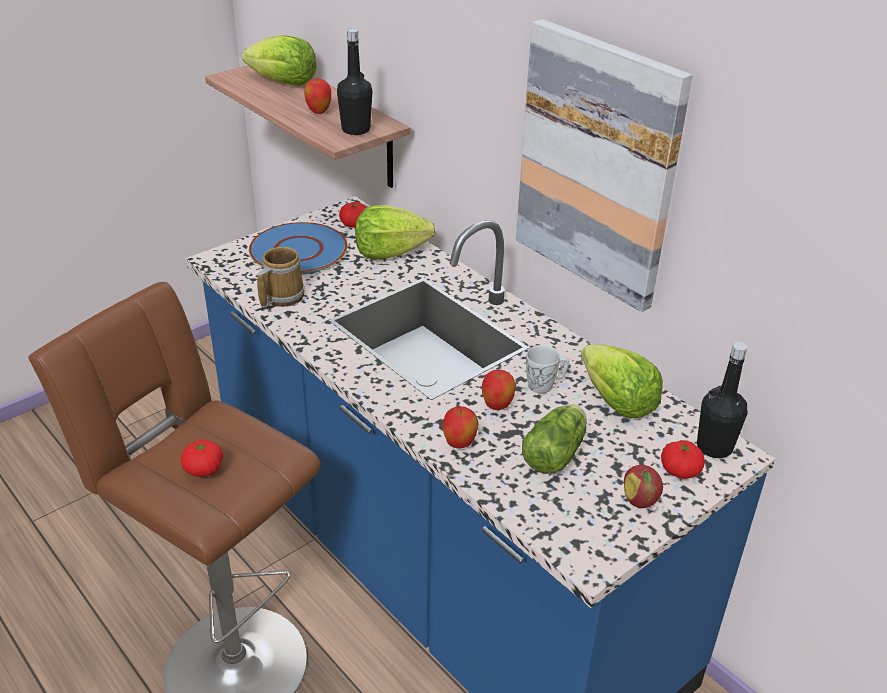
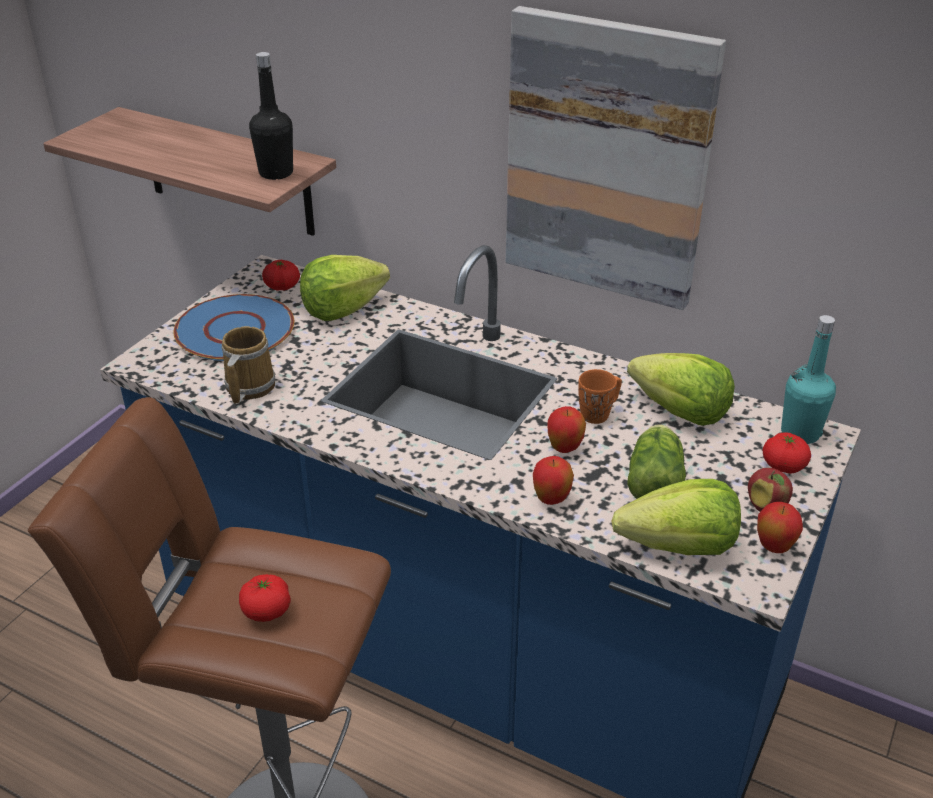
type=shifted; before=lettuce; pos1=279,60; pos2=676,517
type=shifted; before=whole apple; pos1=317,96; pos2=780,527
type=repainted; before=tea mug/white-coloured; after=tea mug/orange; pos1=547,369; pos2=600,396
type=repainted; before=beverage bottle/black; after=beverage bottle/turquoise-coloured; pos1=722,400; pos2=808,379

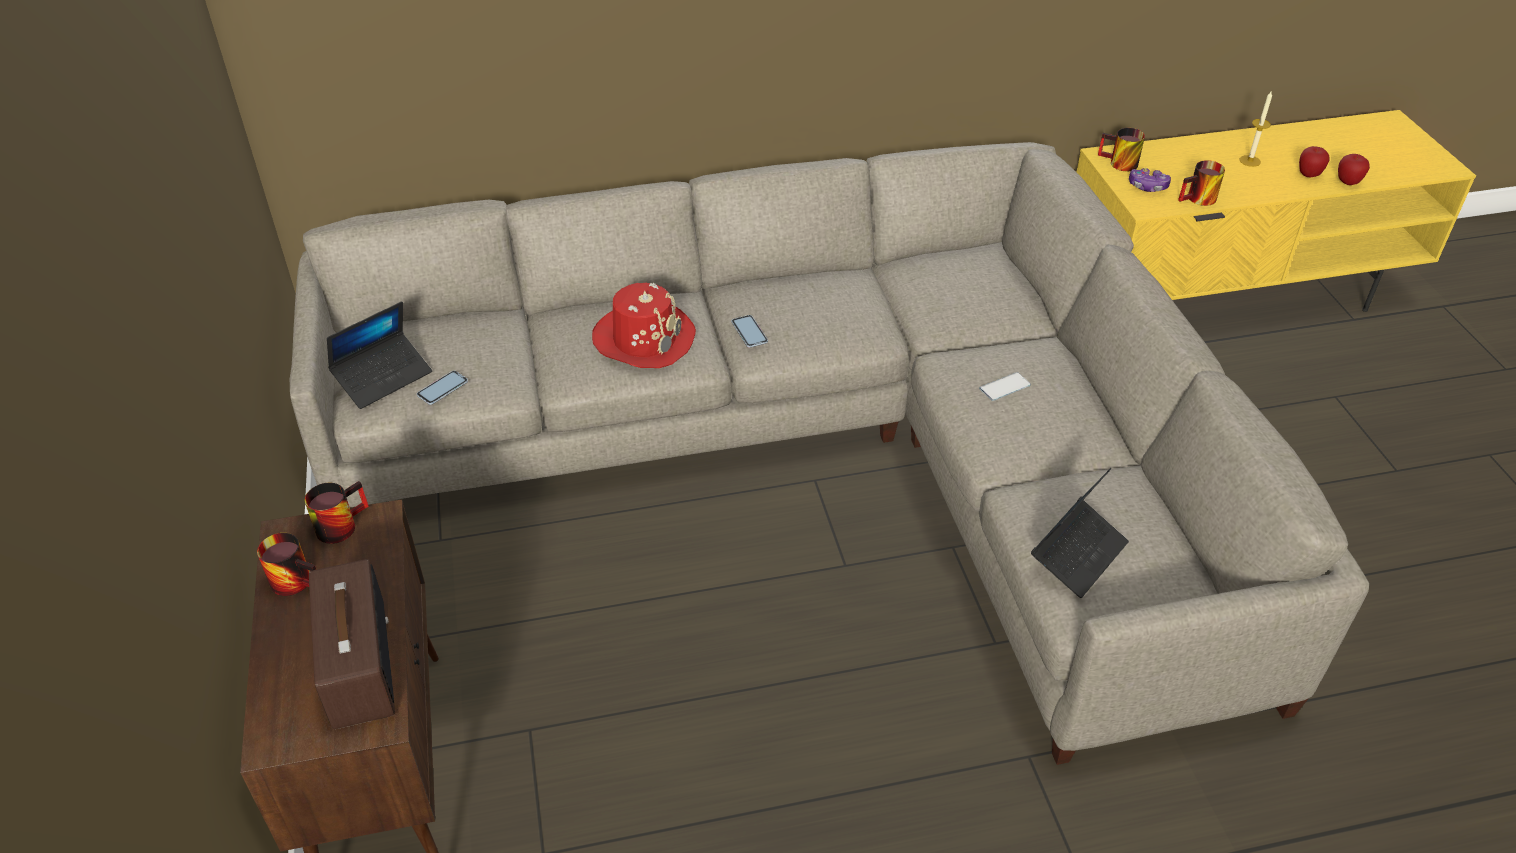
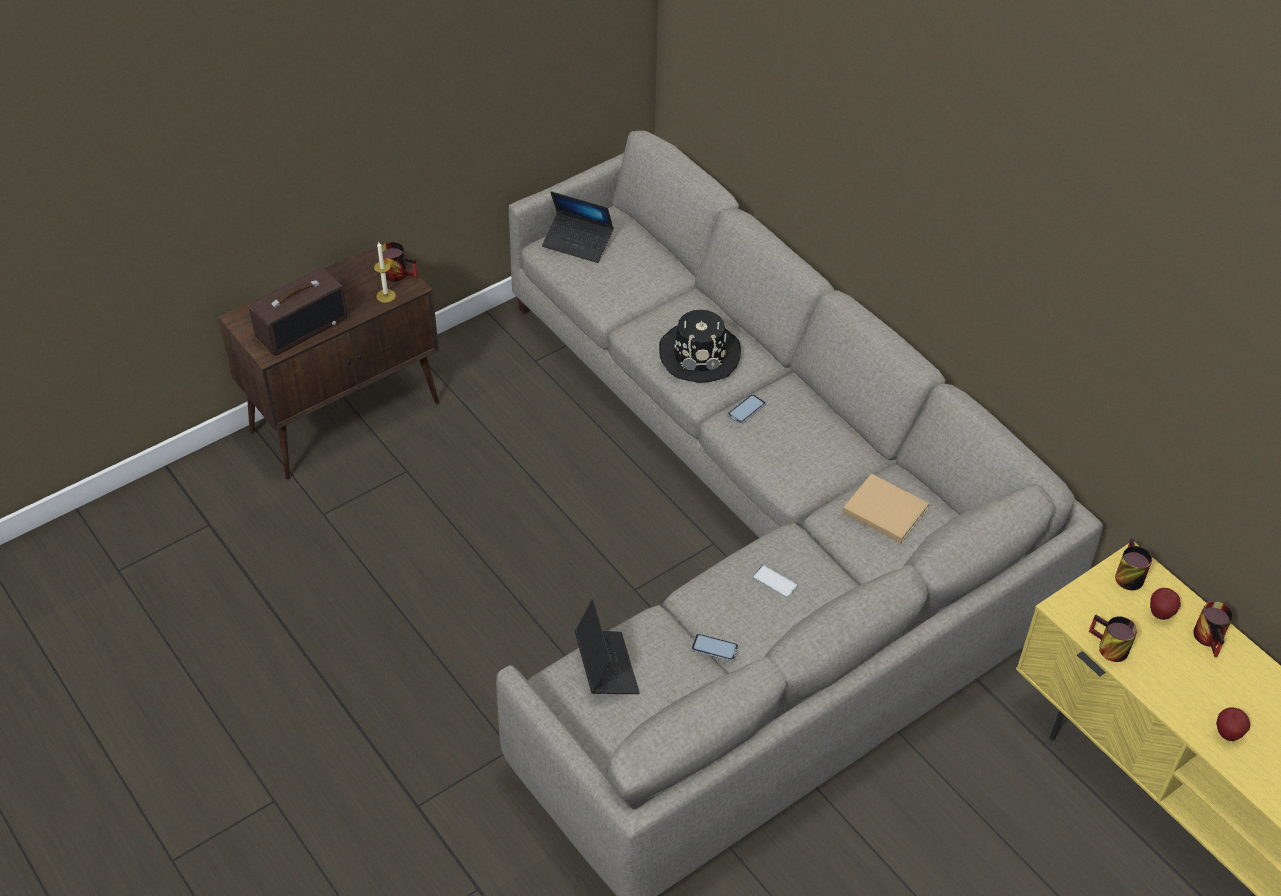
type=shifted; before=tea mug; pos1=286,564; pos2=1213,629
type=shifted; before=phone; pos1=442,388; pos2=715,647
type=repainted; before=clothing hat/red; after=clothing hat/black; pos1=644,325; pos2=700,346
type=rotated; before=notebook computer; pos1=1080,533; pos2=607,646; turn=-120
type=gone; before=game controller; pos1=1150,180
type=shifted; before=wax light; pos1=1256,129; pos2=385,272
type=shifted; before=whole apple; pos1=1354,169; pos2=1165,604
type=new; after=bound book/beige; pos2=886,508

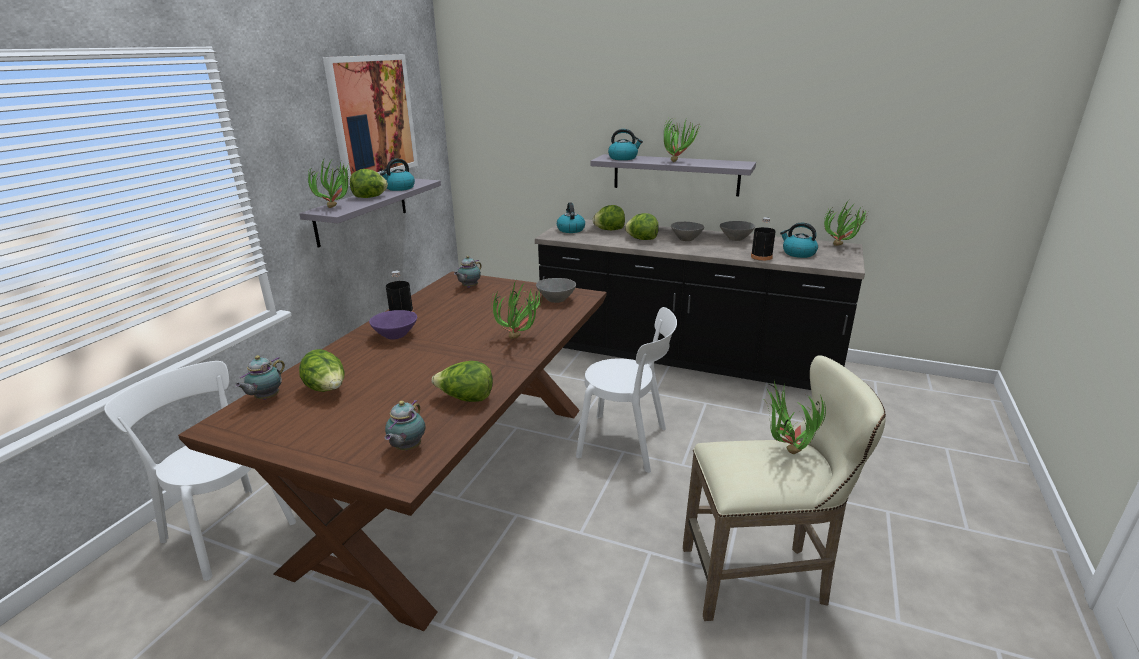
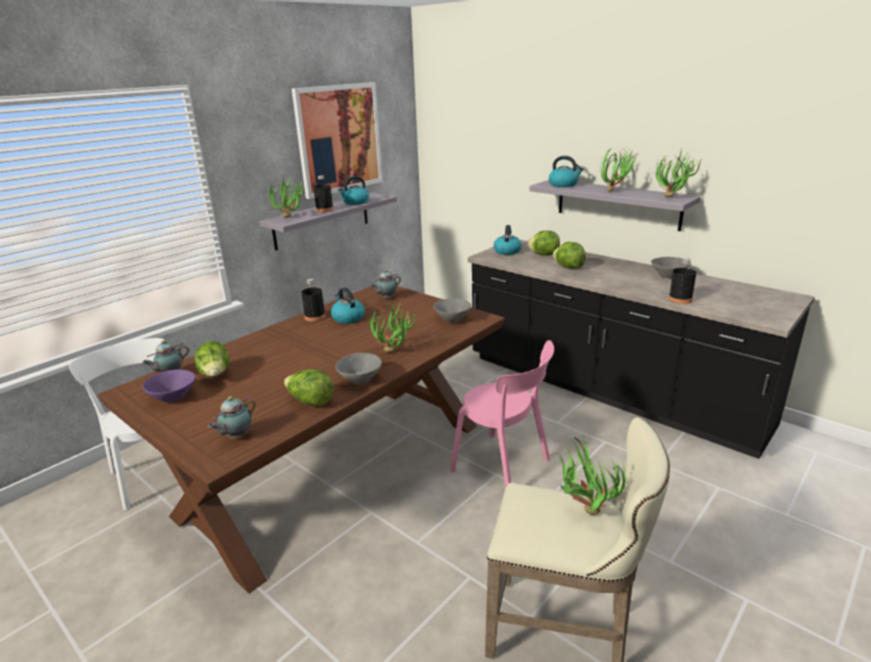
type=swapped; before=lettuce; after=beverage bottle/black; pos1=369,183; pos2=323,193
type=shifted; before=serving bowl/purplish; pos1=393,325; pos2=168,386
type=repainted; before=plain chair/white-coloured; after=plain chair/pink; pos1=626,390; pos2=502,413
type=shifted; before=serving bowl/greyish; pos1=687,231; pos2=358,369
type=shifted; before=tea kettle; pos1=799,240; pos2=348,305
type=shifted; before=houseplant; pos1=846,223; pos2=678,173

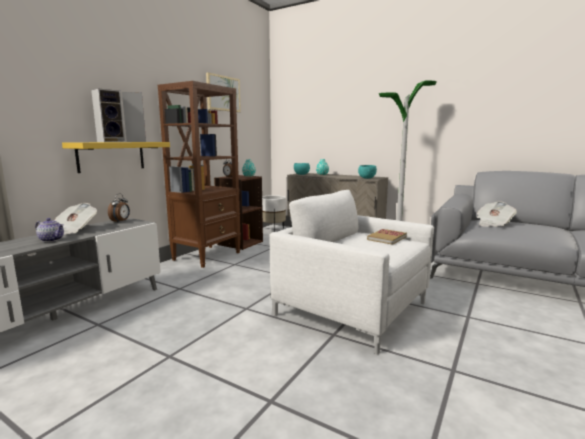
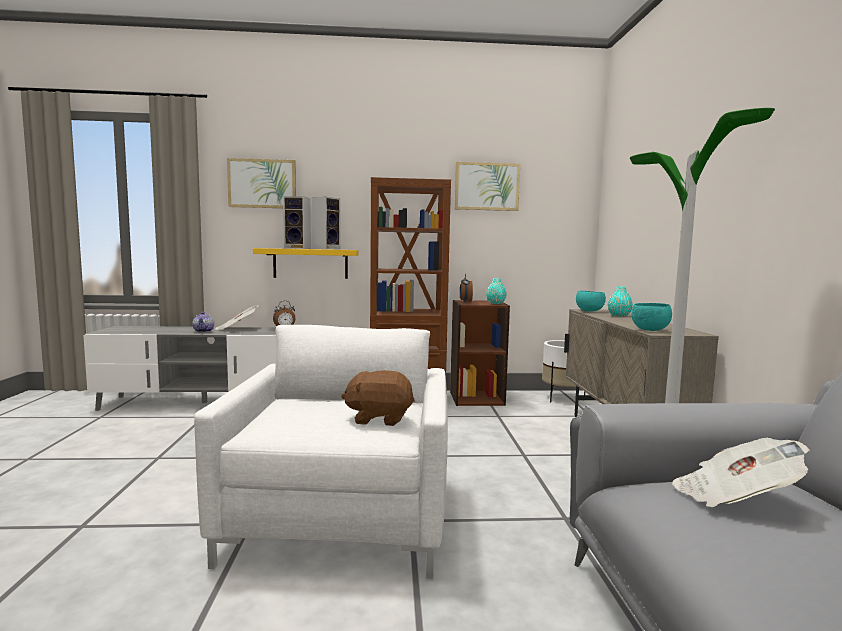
type=swapped; before=bound book; after=soft toy/brownish; pos1=387,237; pos2=378,398
type=new; after=wall picture; pos2=261,183

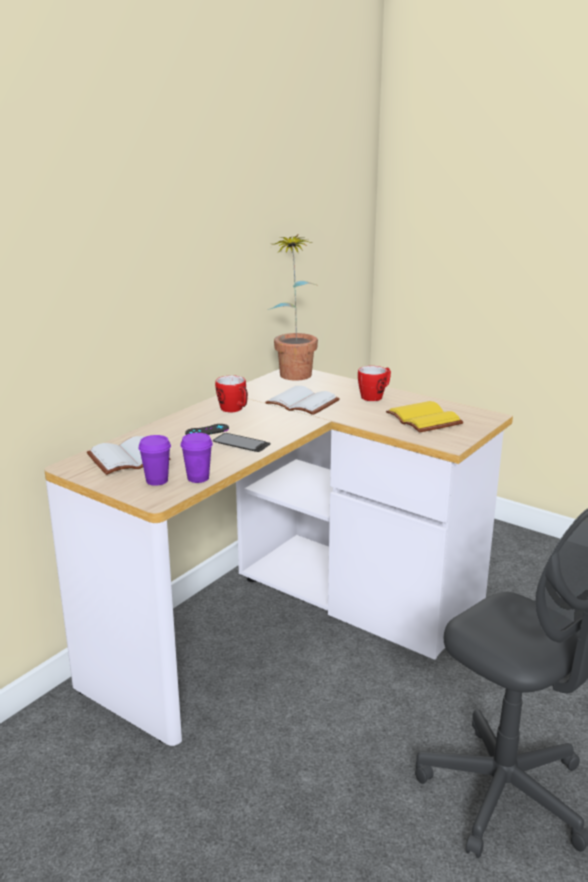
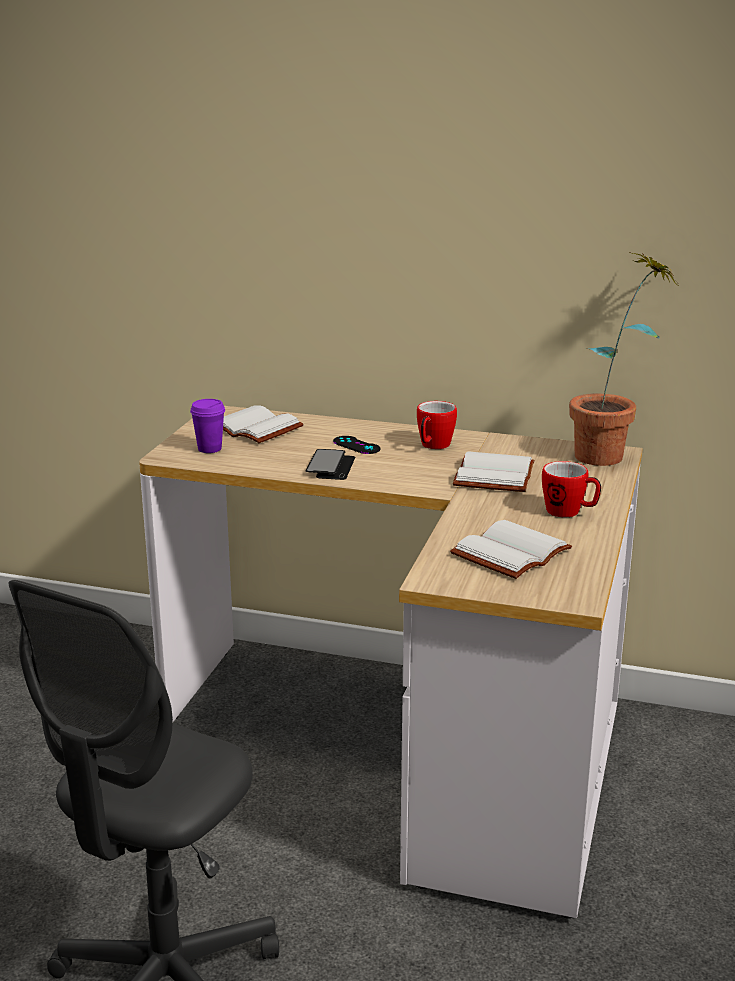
type=gone; before=drinking cup/purplish; pos1=197,458
type=repainted; before=bound book/yellow; after=bound book/white-coloured; pos1=425,417; pos2=511,549

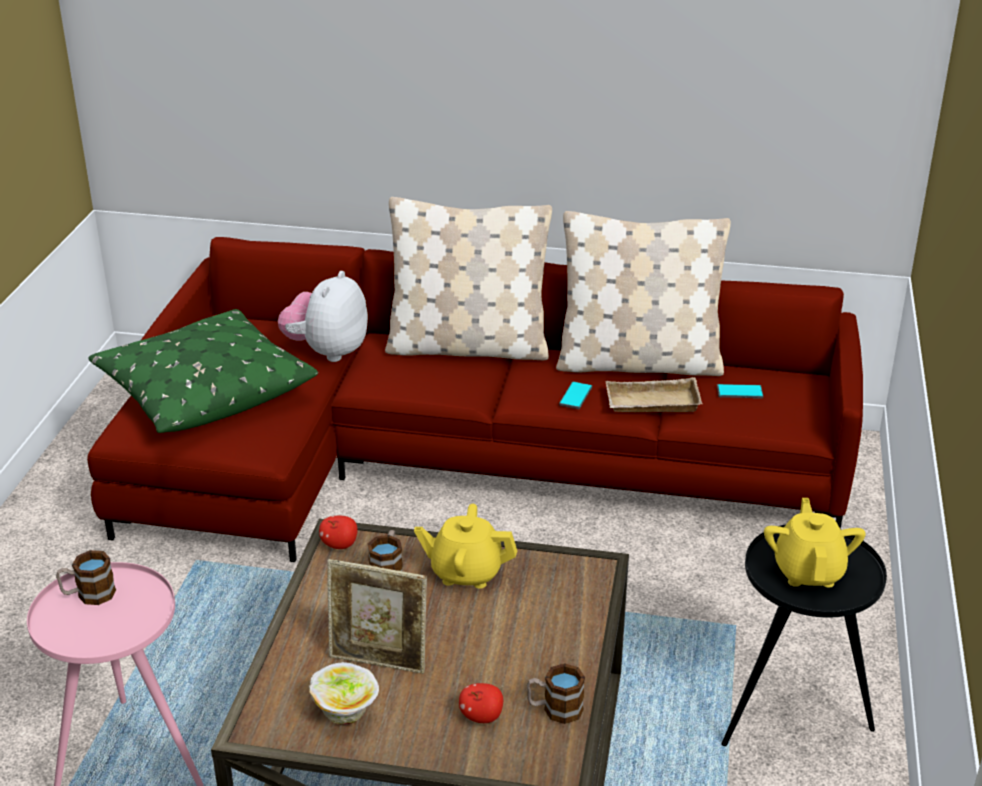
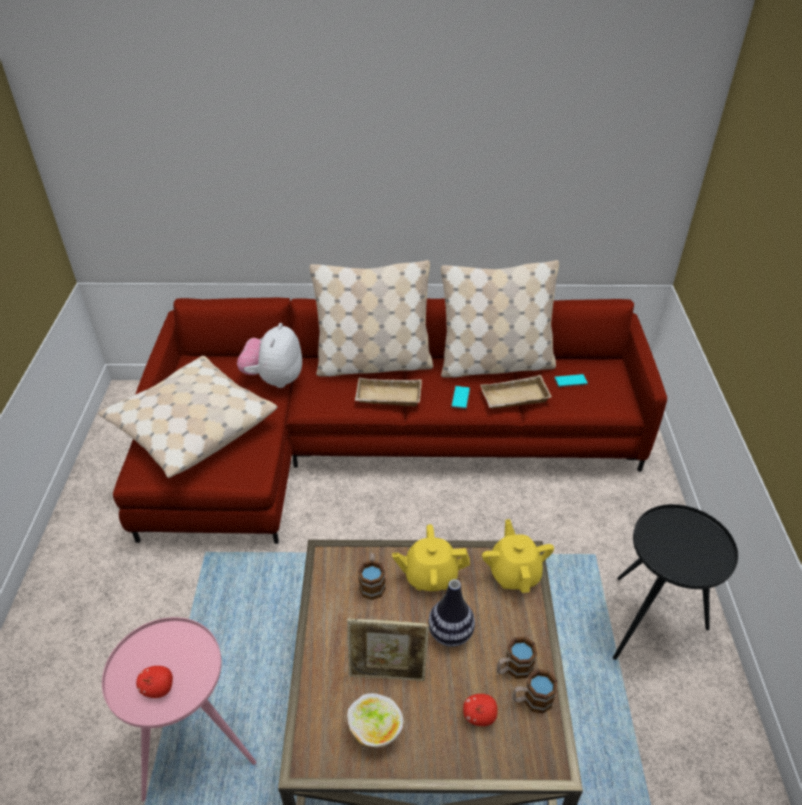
type=shifted; before=tea mug; pos1=86,577; pos2=517,658
type=repainted; before=throw pillow/greenish; after=throw pillow/beige; pos1=203,371; pos2=188,417
type=shifted; before=whole apple; pos1=338,532; pos2=154,682
type=shifted; before=tea pot/yellow; pos1=815,543; pos2=518,556
type=new; after=serving tray/beige; pos2=388,392
type=new; after=flower vase; pos2=451,613

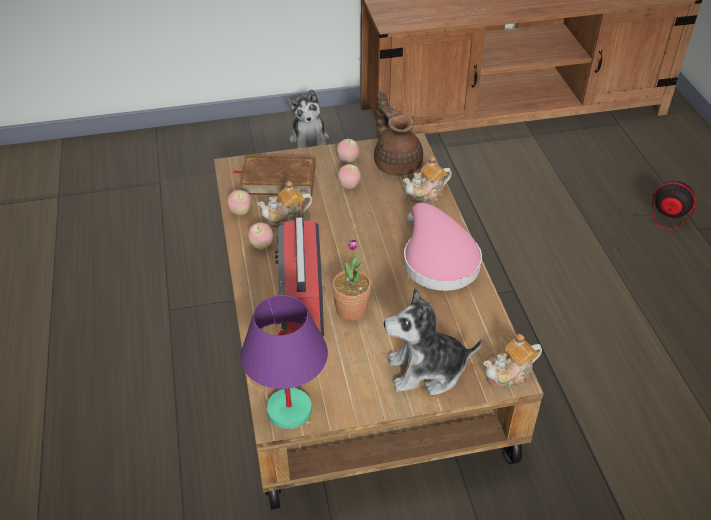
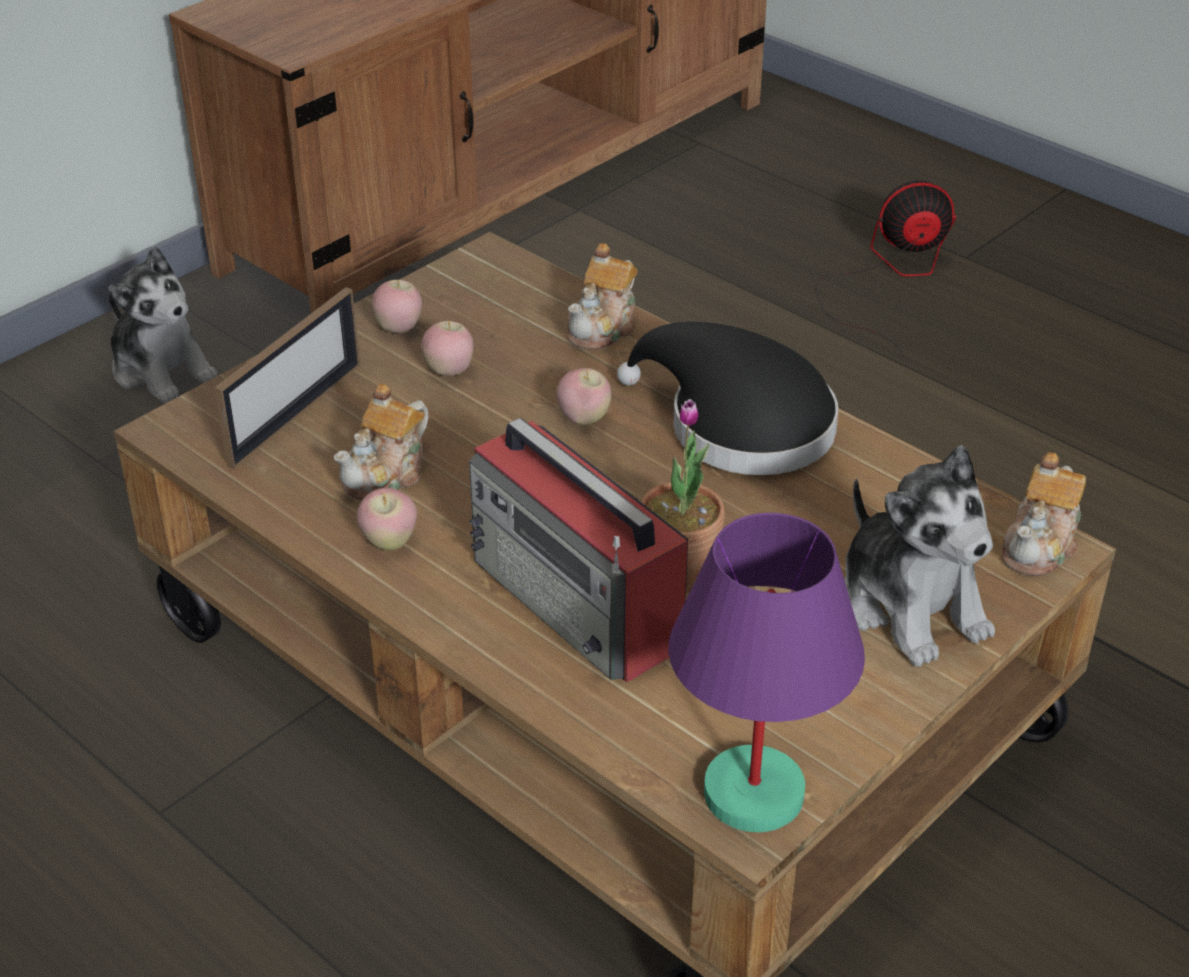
type=shifted; before=whole apple; pos1=239,202; pos2=584,396
type=swapped; before=bound book/brownish; after=picture frame; pos1=274,175; pos2=287,378
type=gone; before=tea pot/brownish; pos1=398,133
type=rotated; before=soft toy; pos1=433,342; pos2=919,556; turn=-75
type=repainted; before=clothing hat/pink; after=clothing hat/black; pos1=442,247; pos2=727,398

